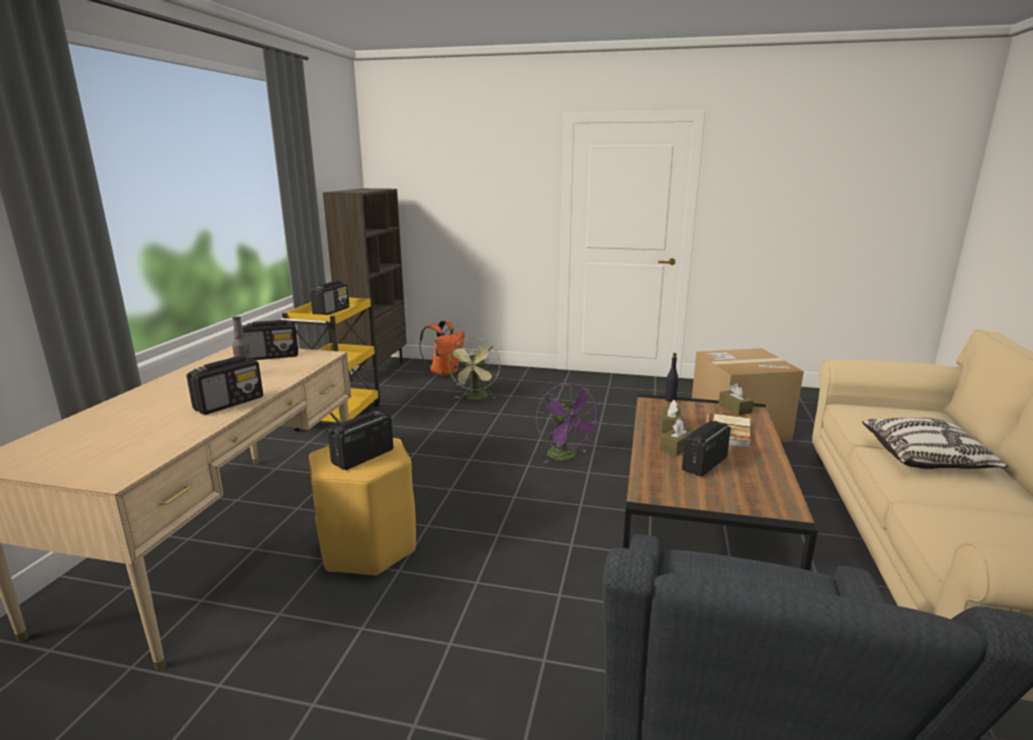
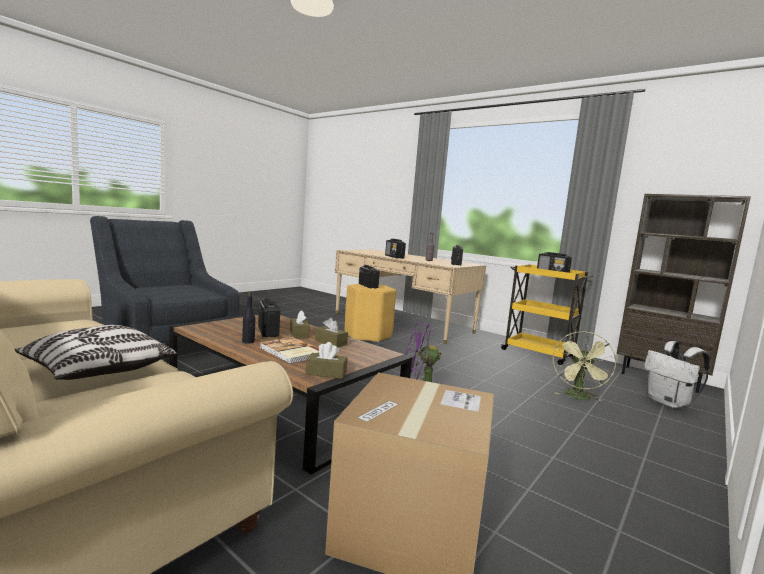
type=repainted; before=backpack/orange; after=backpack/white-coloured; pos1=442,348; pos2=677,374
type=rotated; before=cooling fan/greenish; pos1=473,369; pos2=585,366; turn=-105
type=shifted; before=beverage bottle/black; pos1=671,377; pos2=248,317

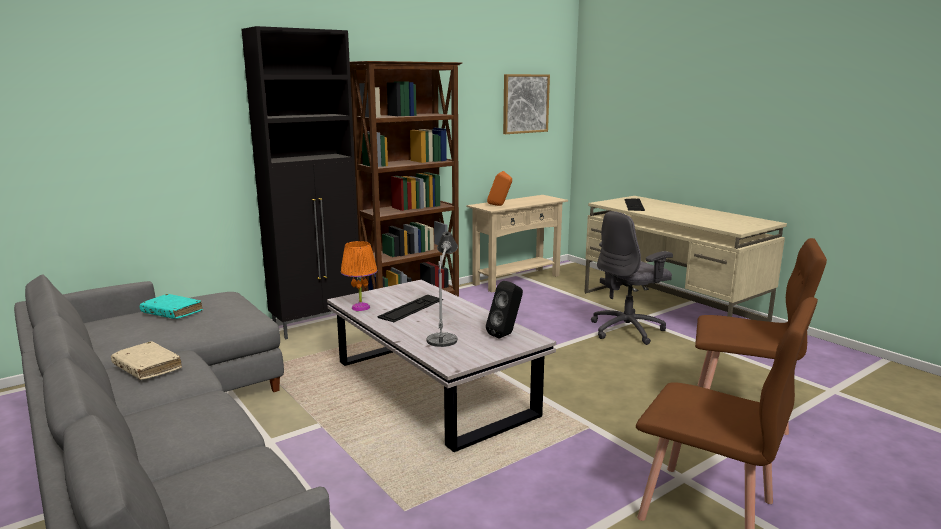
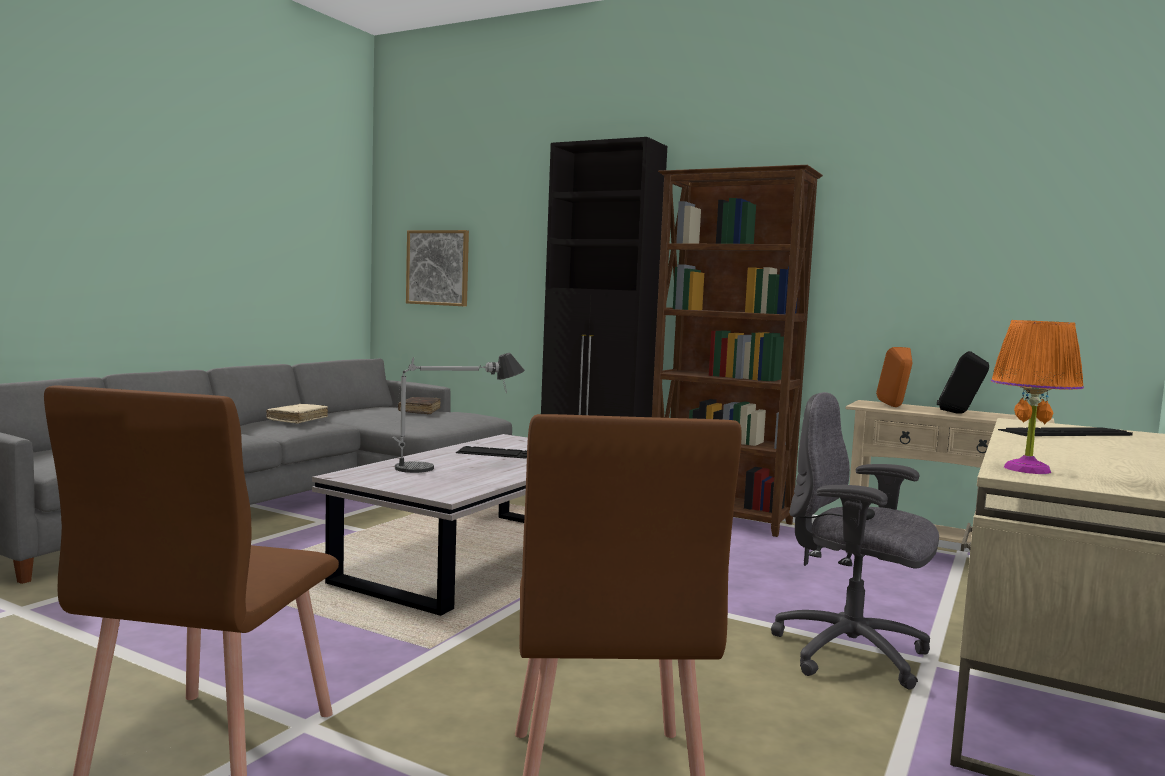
type=repainted; before=bound book/turquoise-coloured; after=bound book/brownish; pos1=171,306; pos2=419,405
type=shifted; before=tabletop lamp/orange; pos1=359,276; pos2=1037,397
type=shifted; before=audio speaker/black; pos1=504,310; pos2=963,382
type=shifted; before=wall picture; pos1=526,104; pos2=437,268

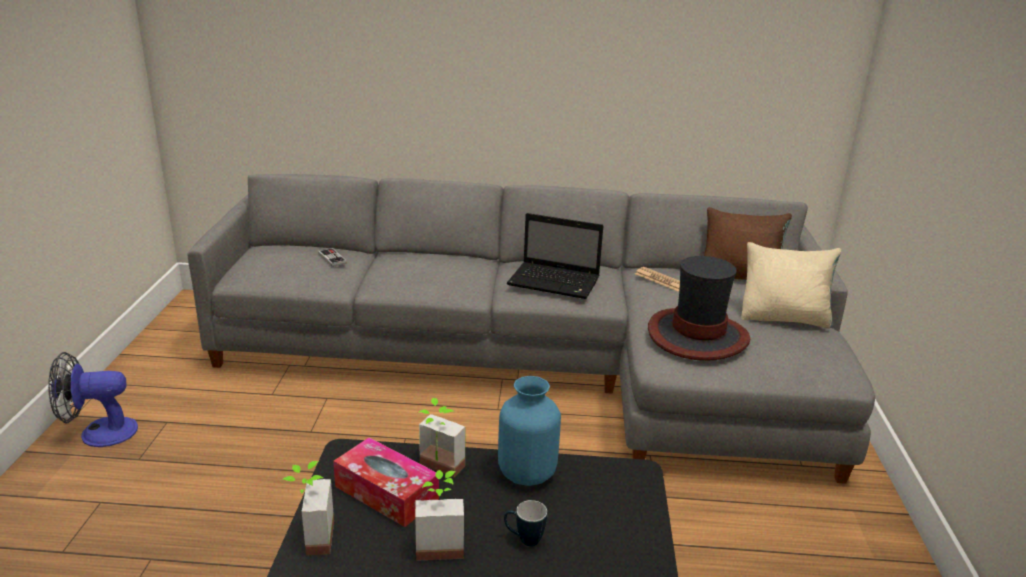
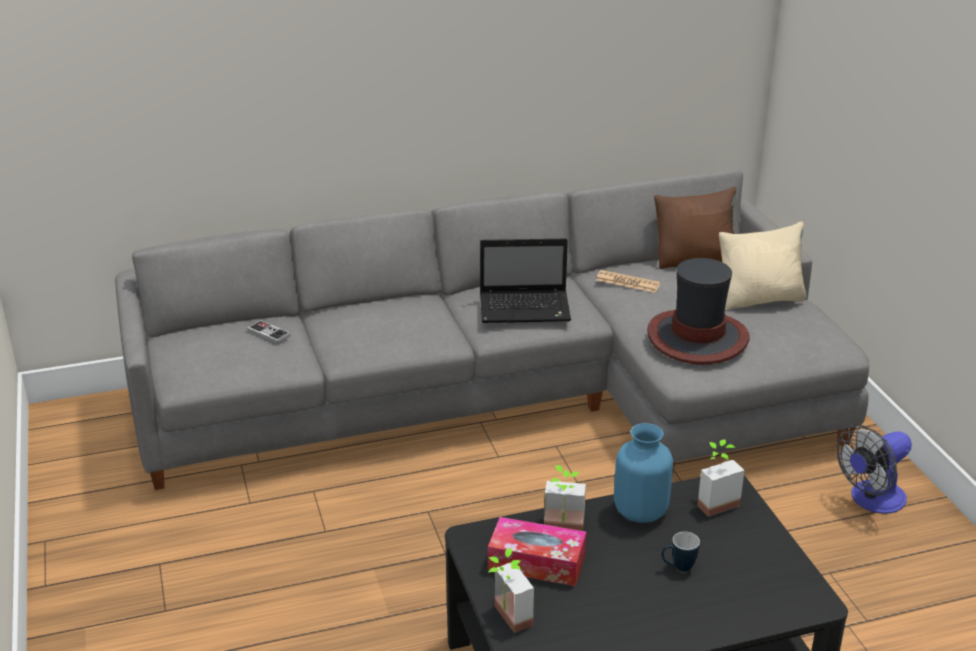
type=shifted; before=cooling fan; pos1=93,399; pos2=874,469
type=shifted; before=houseplant; pos1=439,515; pos2=721,478

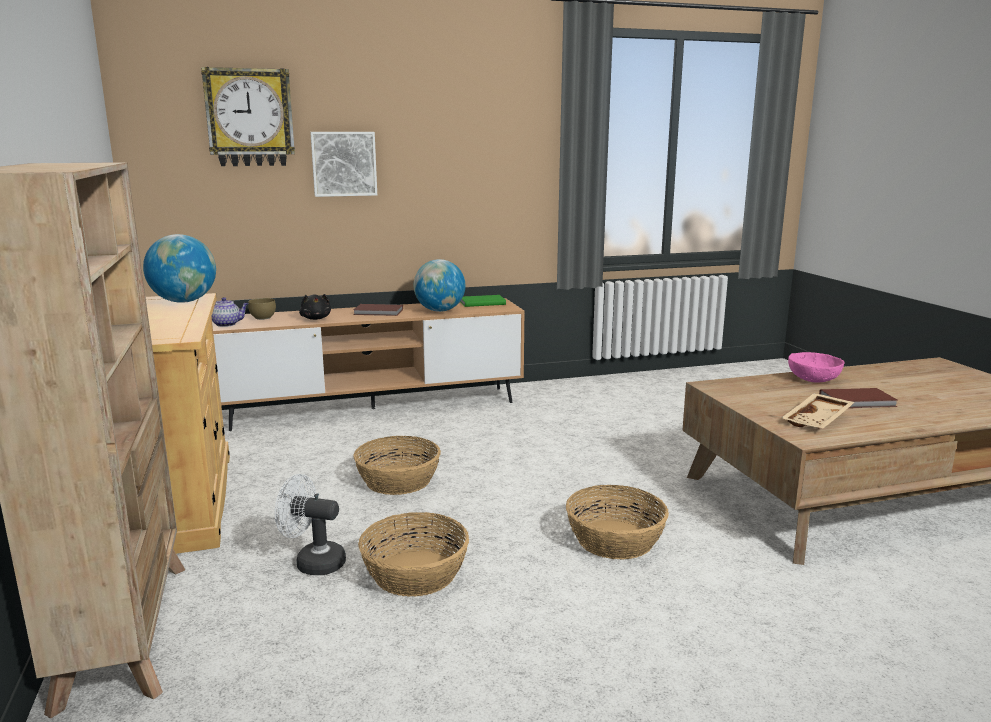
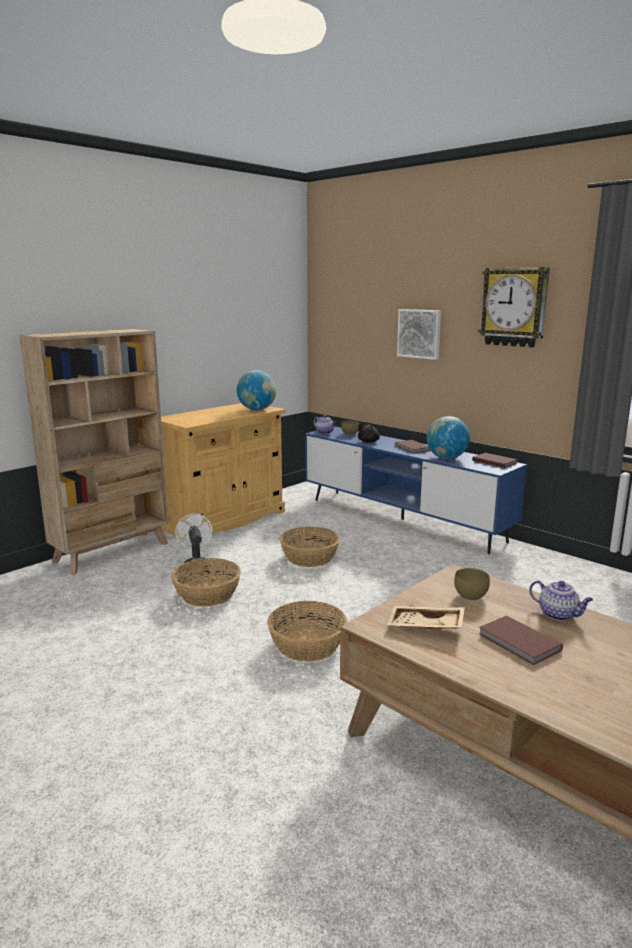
type=shifted; before=hanging clock; pos1=248,116; pos2=514,307
type=repainted; before=tv unit/brownish; after=tv unit/blue; pos1=368,364; pos2=416,490
type=repainted; before=bound book/greenish; after=bound book/brownish; pos1=483,301; pos2=495,460
type=swapped; before=serving bowl/pink; after=tea pot; pos1=816,367; pos2=561,600
type=new; after=serving bowl/brownish; pos2=472,584

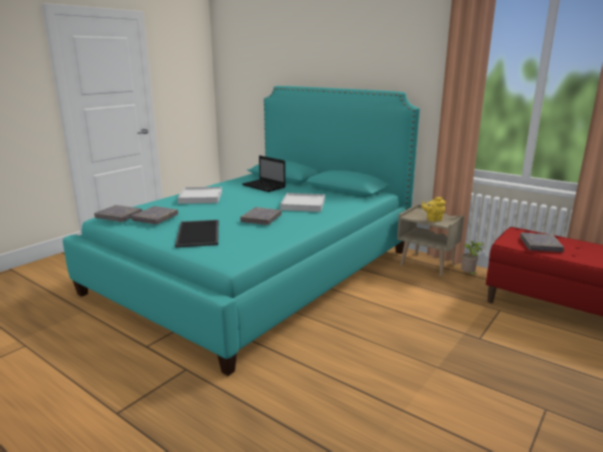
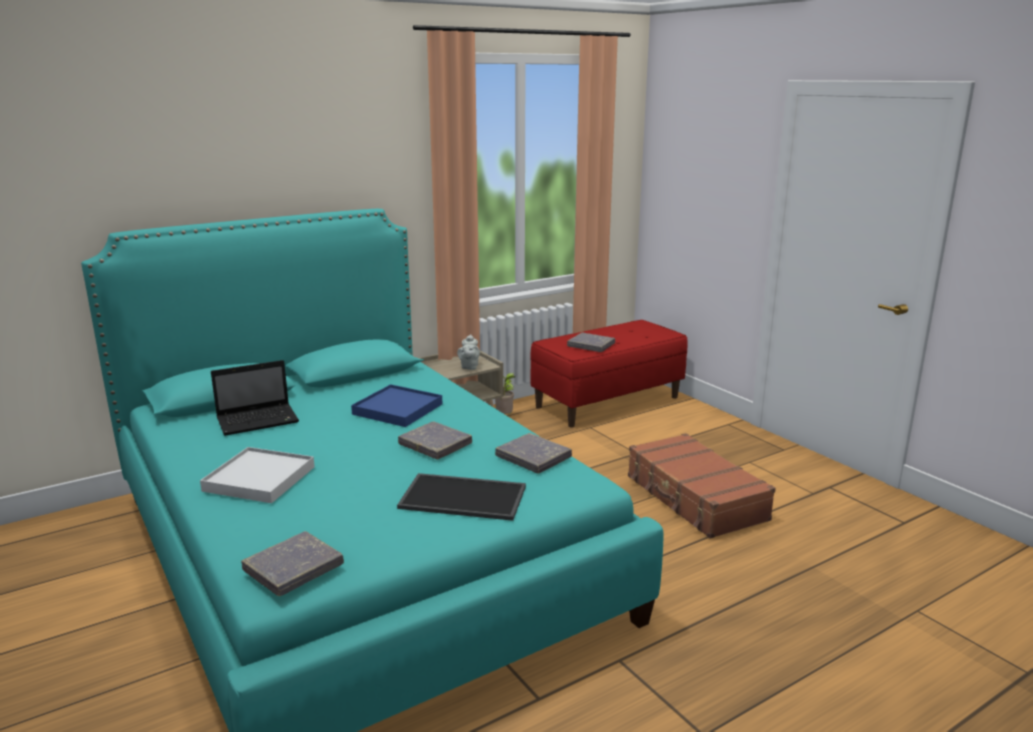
type=shifted; before=bound book/greyish; pos1=154,215; pos2=533,453
type=repainted; before=serving tray/white-coloured; after=serving tray/blue; pos1=302,202; pos2=396,405
type=repainted; before=tea pot/yellow; after=tea pot/greyish; pos1=433,209; pos2=468,352
type=new; after=travel case/brownish; pos2=702,486

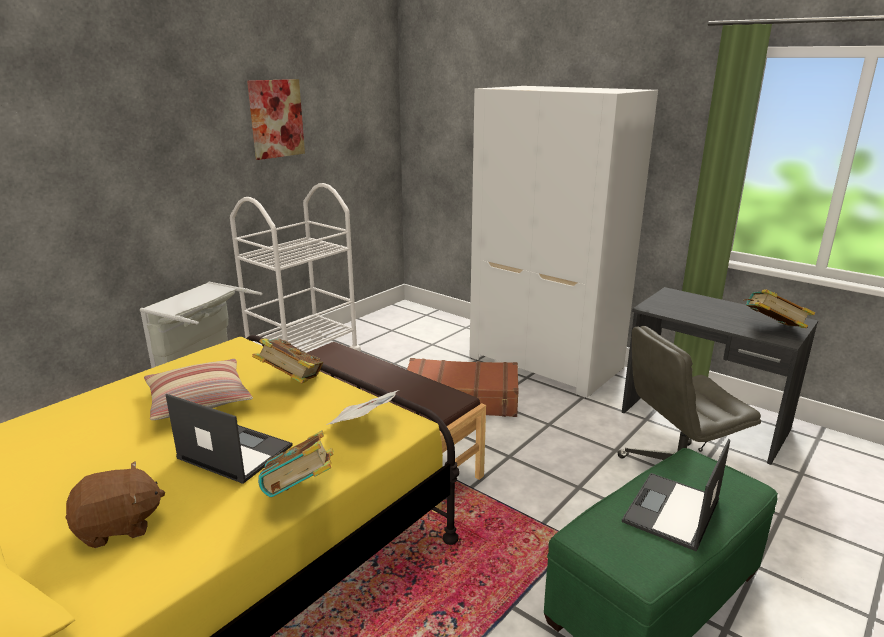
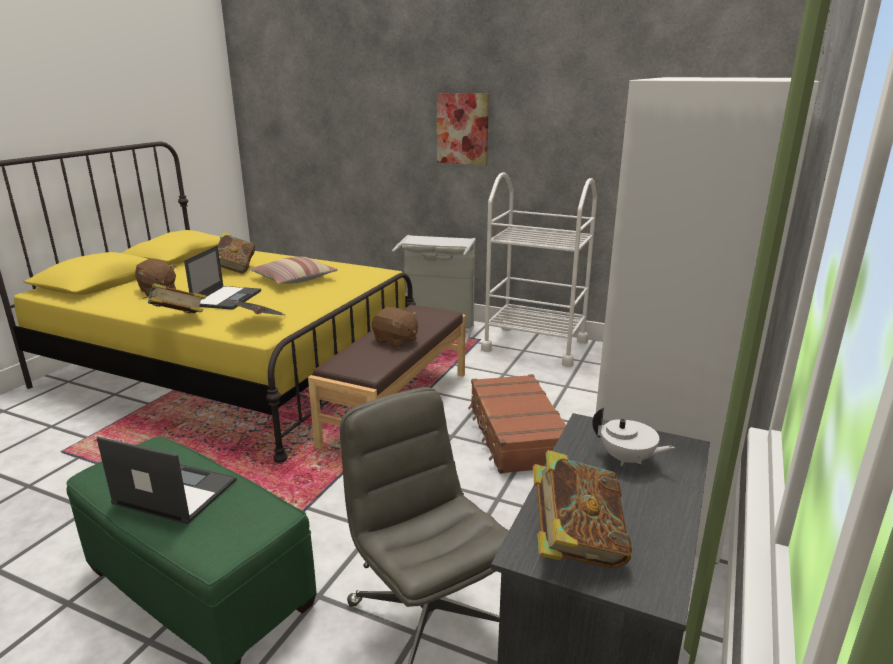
type=shifted; before=wall picture; pos1=276,119; pos2=463,129
type=shifted; before=bound book; pos1=287,361; pos2=236,253
type=new; after=soft toy/brownish; pos2=395,327
type=new; after=tea pot/white-coloured; pos2=633,437

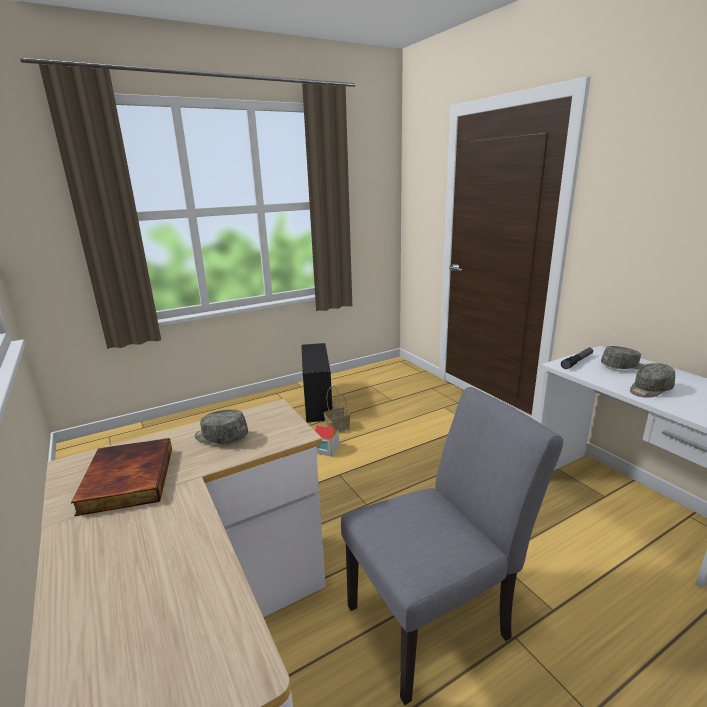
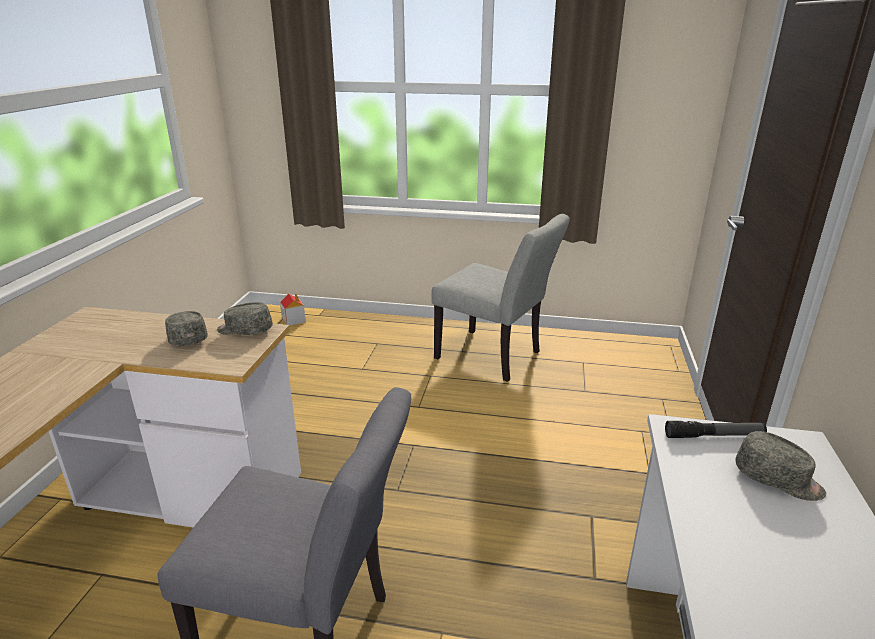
type=gone; before=bound book; pos1=121,477
type=swapped; before=storage bin/black; after=plain chair/greyish; pos1=317,382; pos2=500,298
type=shifted; before=toy house; pos1=327,439; pos2=293,309
type=gone; before=storage basket; pos1=337,409
type=shifted; before=baseball cap/greyish; pos1=652,380; pos2=245,318

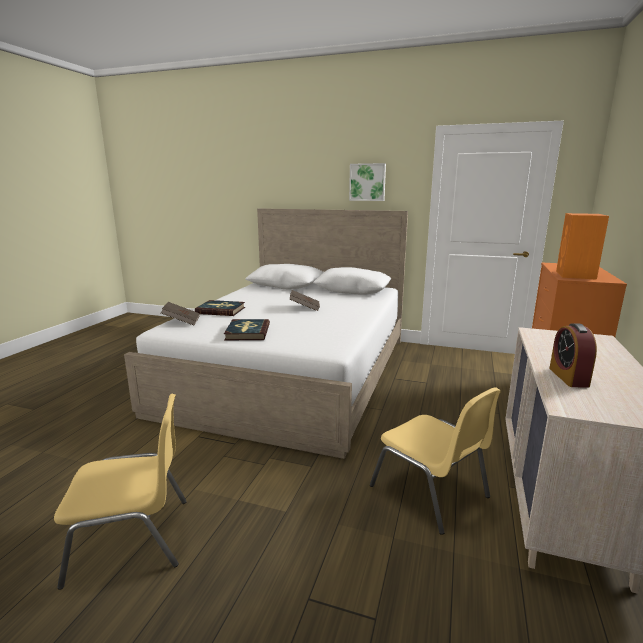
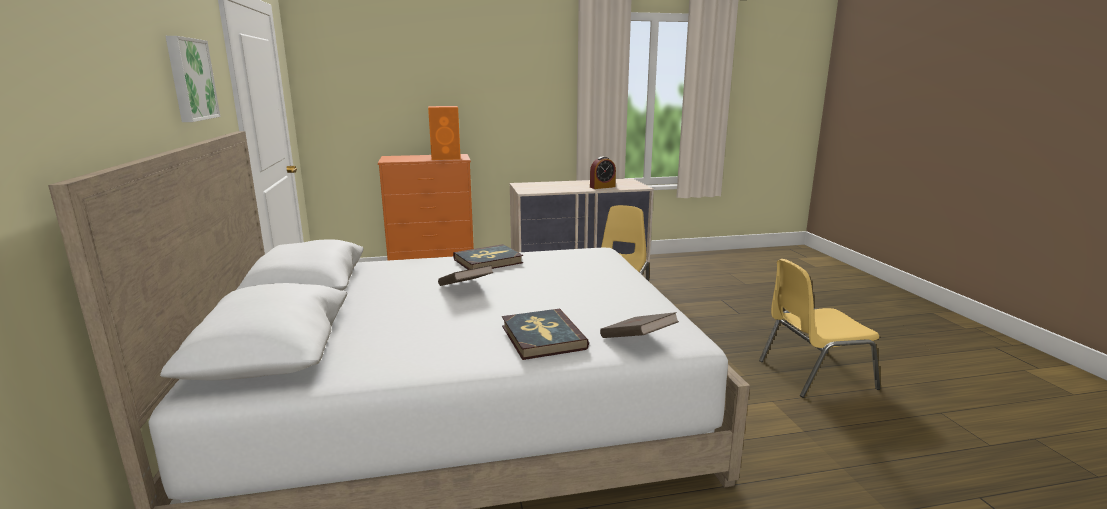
type=rotated; before=plain chair/yellow; pos1=120,492; pos2=819,328; turn=-60
type=shifted; before=bound book; pos1=247,329; pos2=488,257

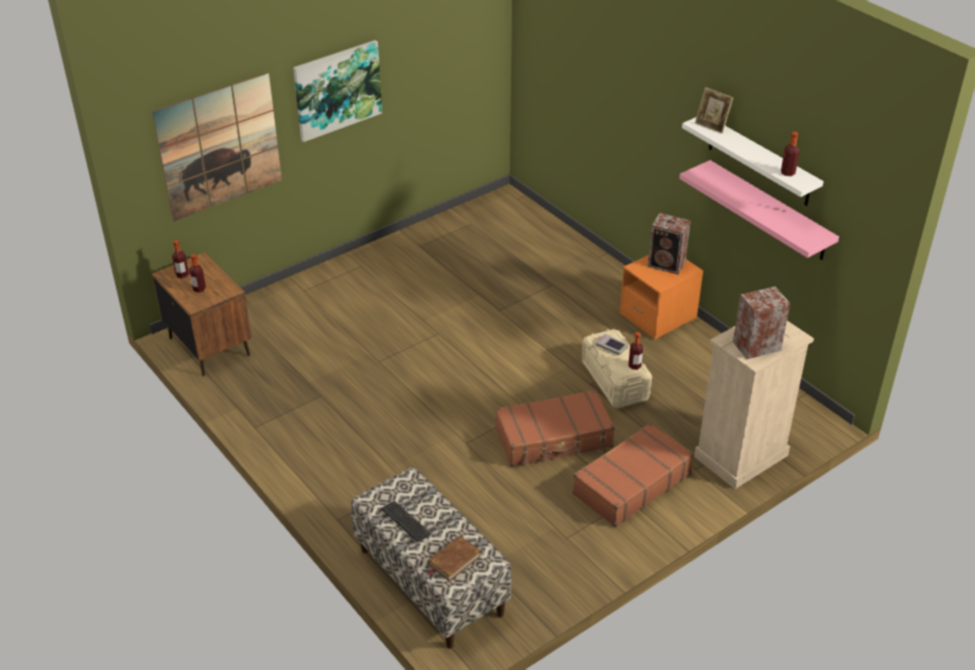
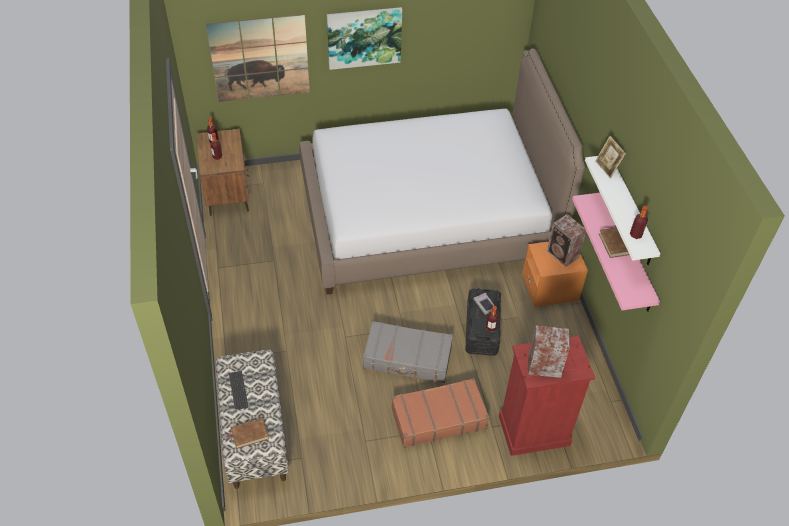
type=repainted; before=travel case/brownish; after=travel case/greyish; pos1=555,428; pos2=408,352
type=repainted; before=storage bin/beige; after=storage bin/black; pos1=617,368; pos2=483,322
type=repainted; before=drawer chest/beige; after=drawer chest/red; pos1=754,405; pos2=547,396
type=new; after=bedroom bed; pos2=442,172
type=new; after=bound book/brownish; pos2=614,242

